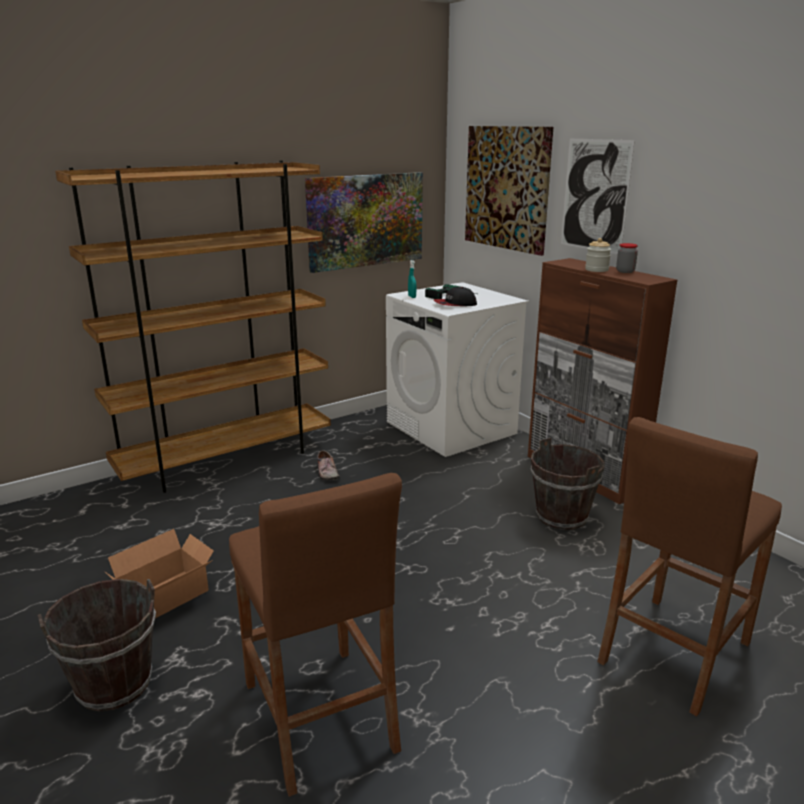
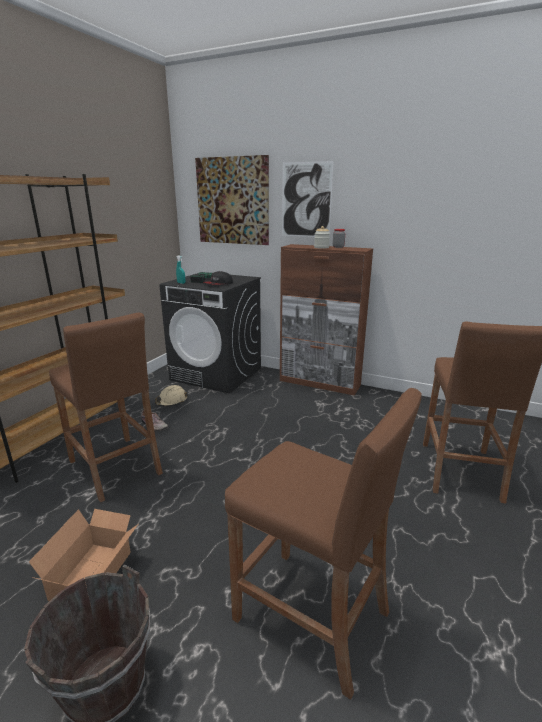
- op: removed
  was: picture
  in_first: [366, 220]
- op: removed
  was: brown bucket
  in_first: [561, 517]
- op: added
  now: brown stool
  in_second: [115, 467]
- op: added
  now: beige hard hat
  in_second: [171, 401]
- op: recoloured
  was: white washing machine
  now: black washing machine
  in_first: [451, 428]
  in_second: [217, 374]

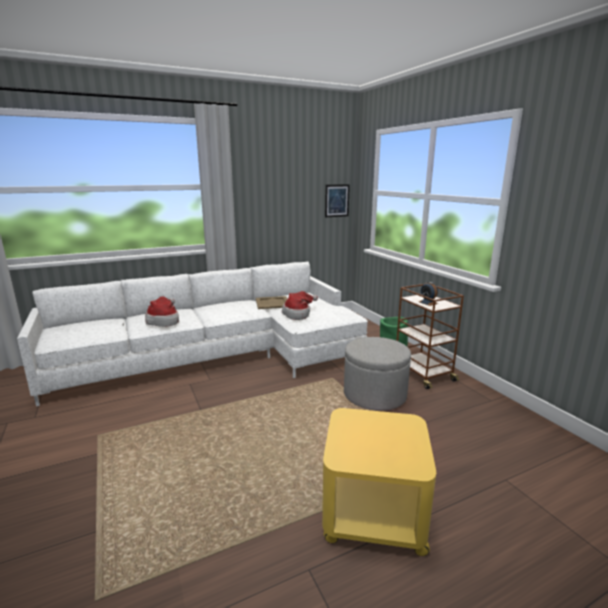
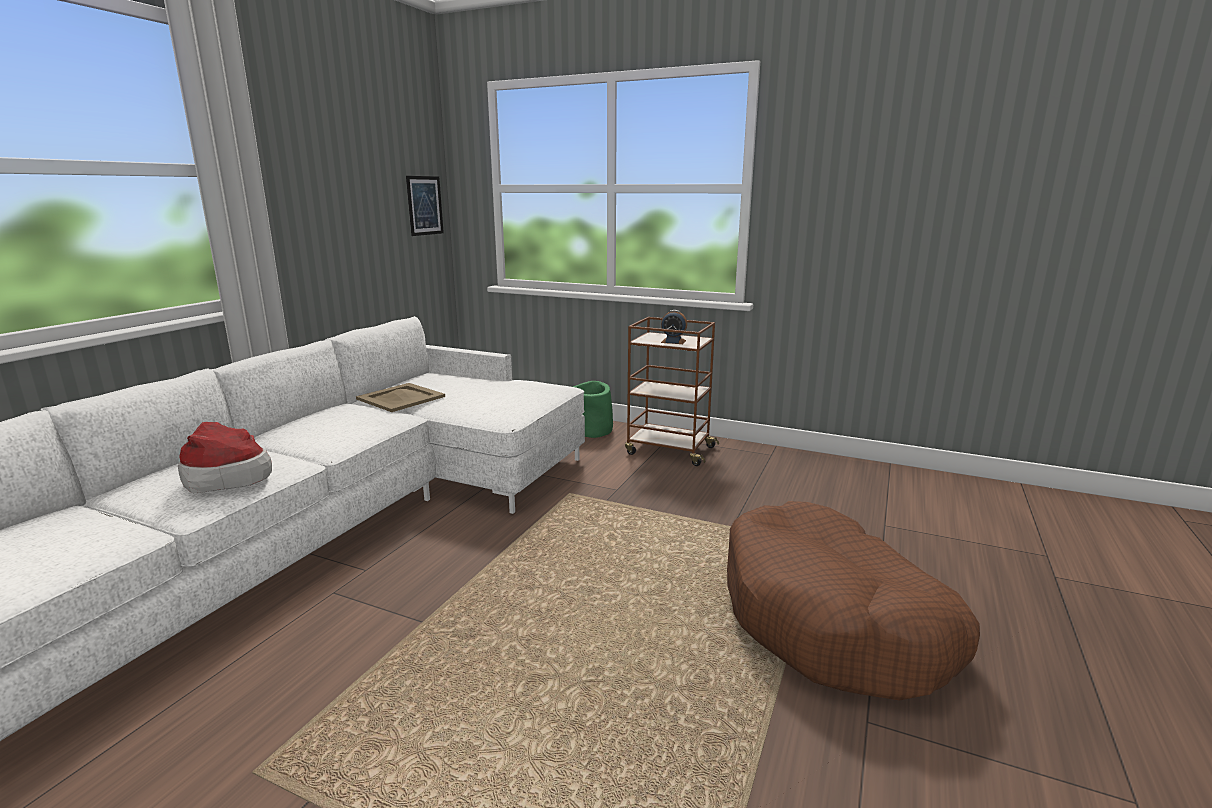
- op: removed
  was: hat
  in_first: [298, 314]
- op: removed
  was: grey ottoman
  in_first: [374, 395]
- op: replaced
  was: yellow side table
  now: brown dog bed
  in_first: [372, 511]
  in_second: [832, 620]

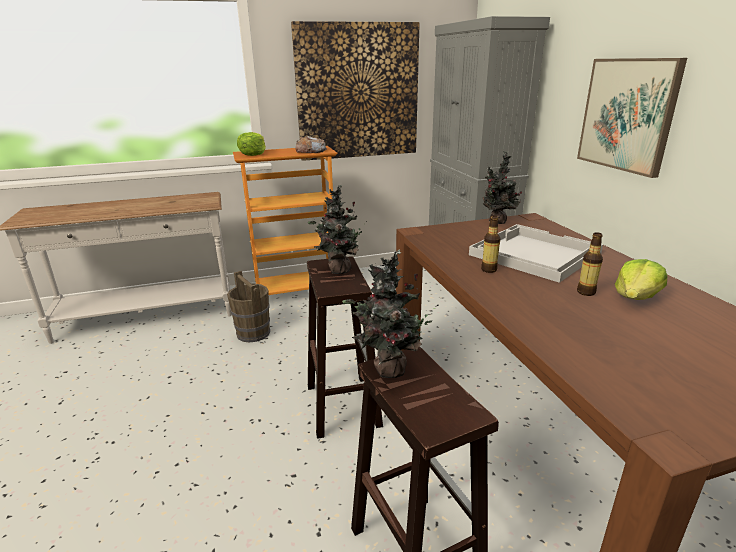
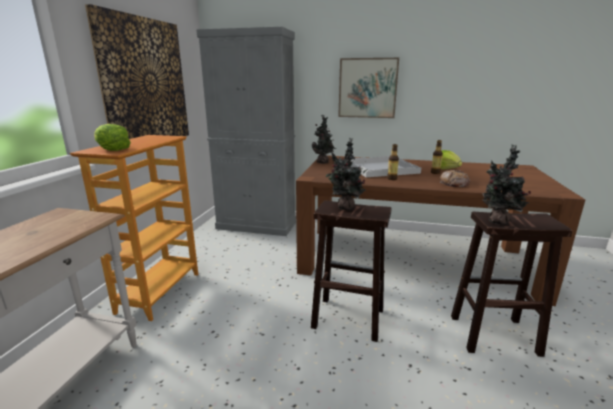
- op: removed
  was: brown bucket
  in_first: [253, 333]
- op: moved
  was: bread
  in_first: [311, 151]
  in_second: [454, 183]

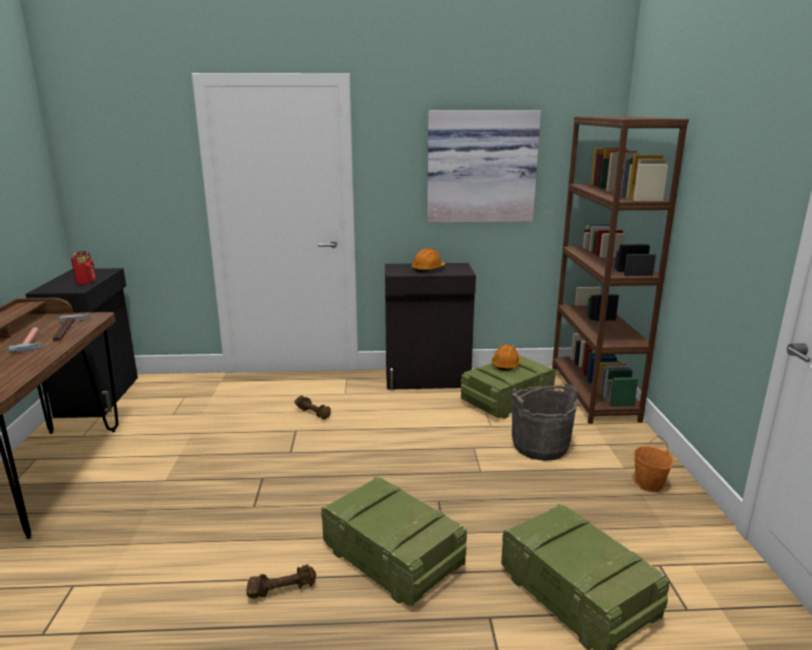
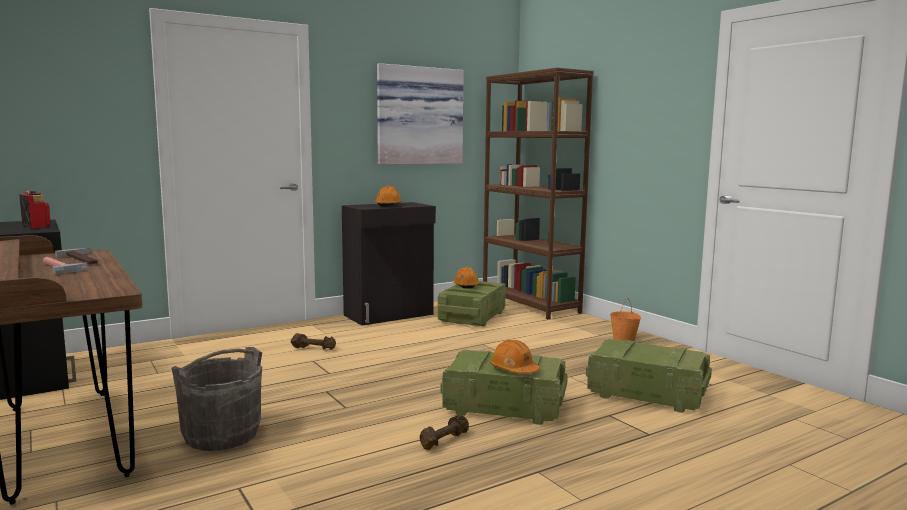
- op: added
  now: orange hard hat
  in_second: [514, 370]
- op: moved
  was: grey bucket
  in_first: [540, 446]
  in_second: [222, 435]

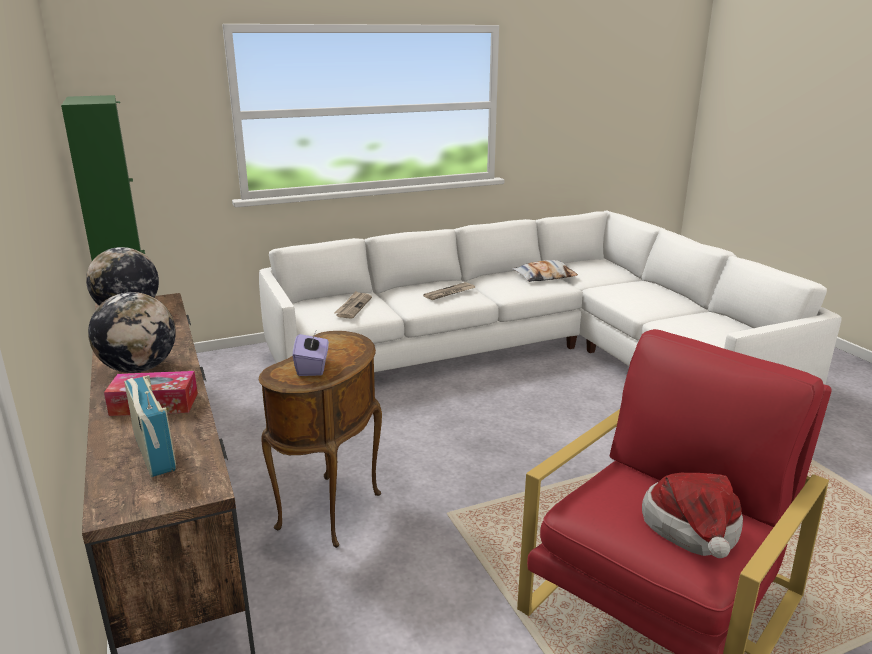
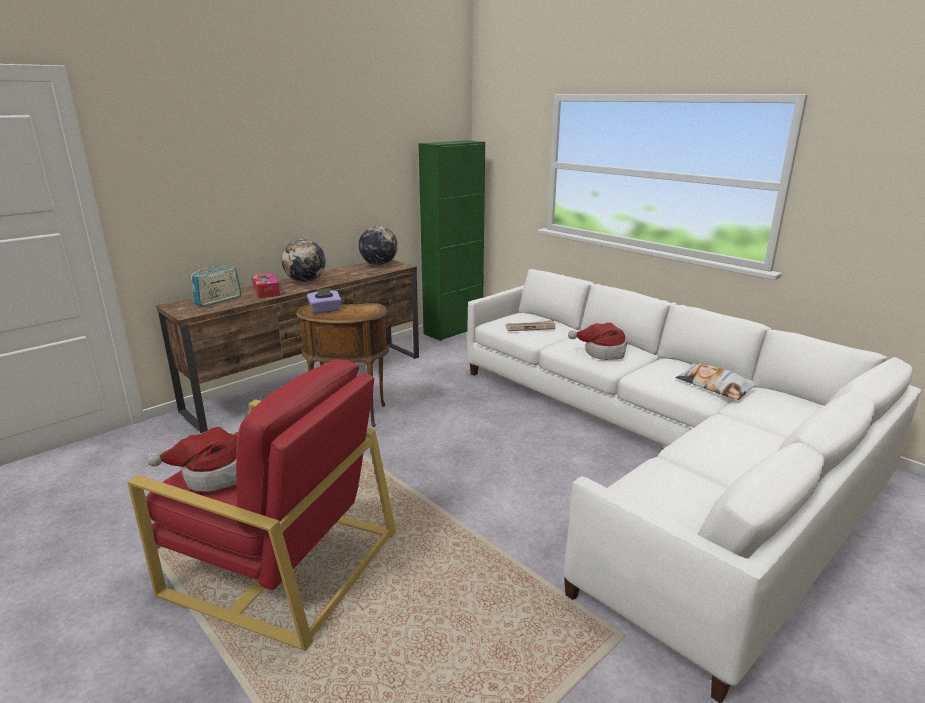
- op: replaced
  was: newspaper
  now: hat
  in_first: [449, 293]
  in_second: [602, 352]

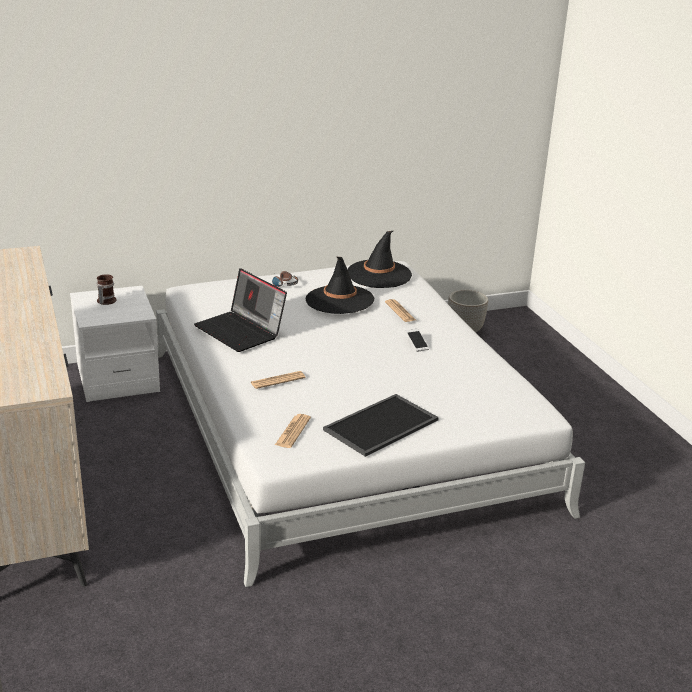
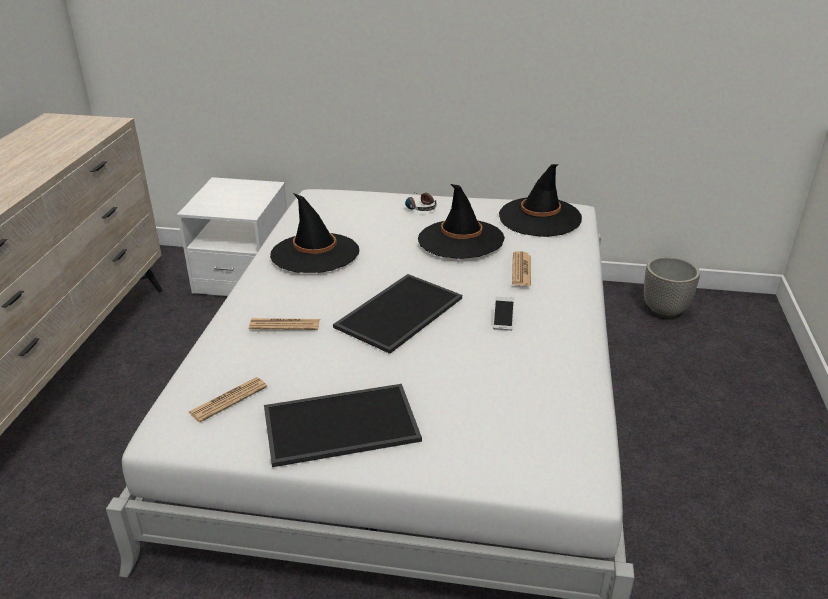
- op: removed
  was: mug
  in_first: [105, 301]
- op: added
  now: tray
  in_second: [398, 311]
- op: replaced
  was: laptop
  now: black hat
  in_first: [241, 331]
  in_second: [315, 253]

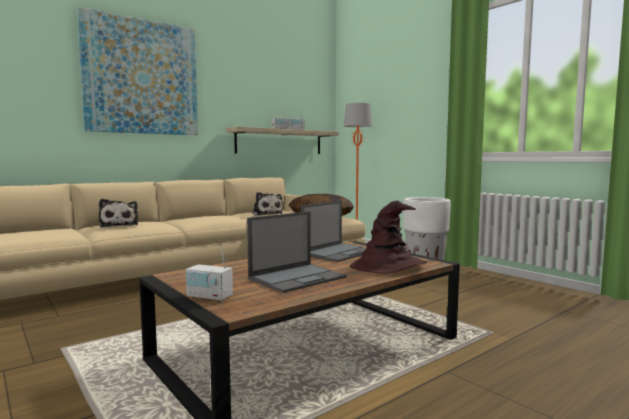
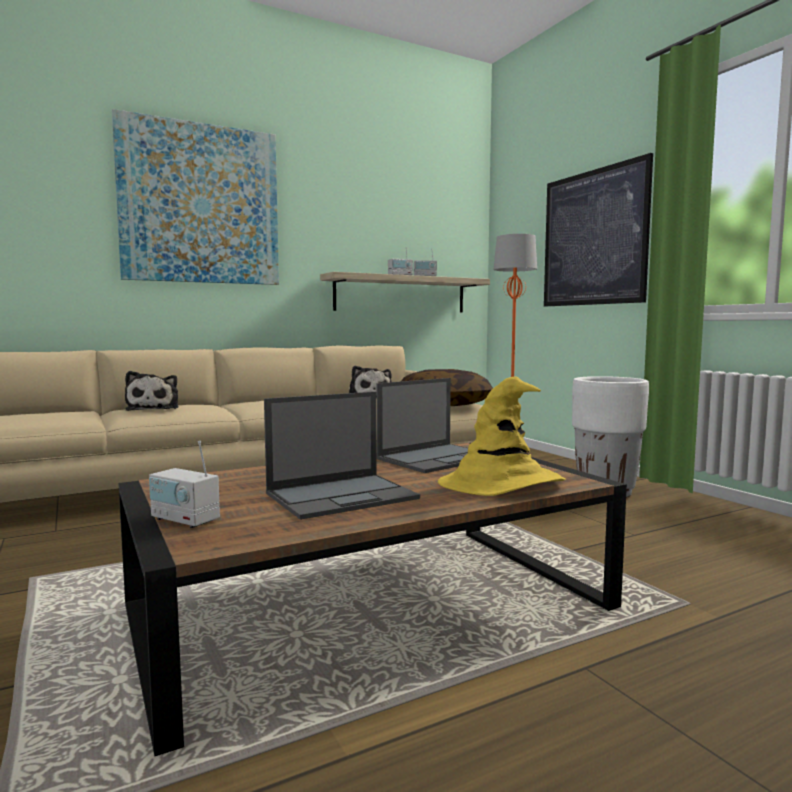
- op: added
  now: picture
  in_second: [593, 238]
- op: recoloured
  was: brown hat
  now: yellow hat
  in_first: [388, 266]
  in_second: [500, 483]

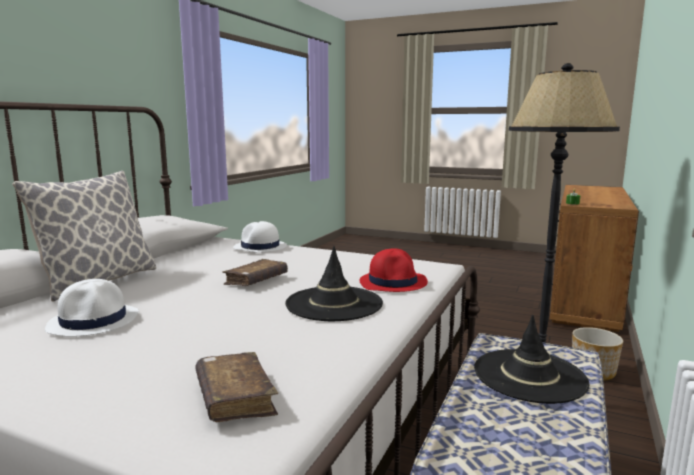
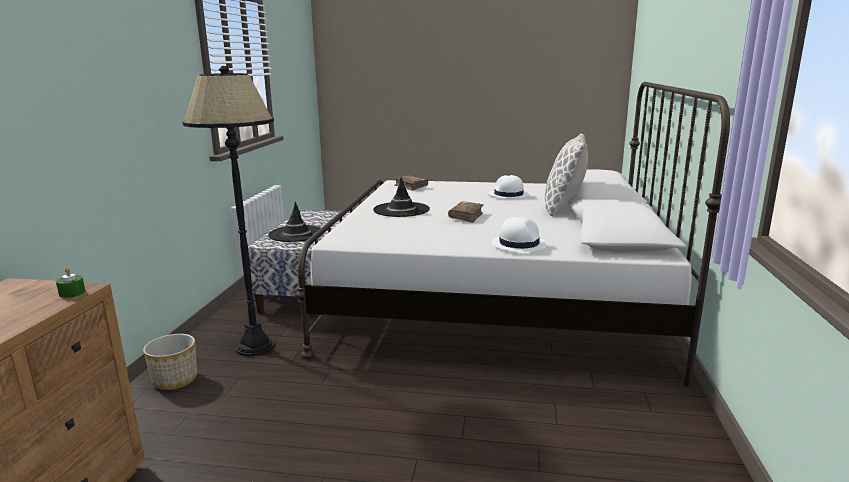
- op: removed
  was: red hat
  in_first: [393, 282]

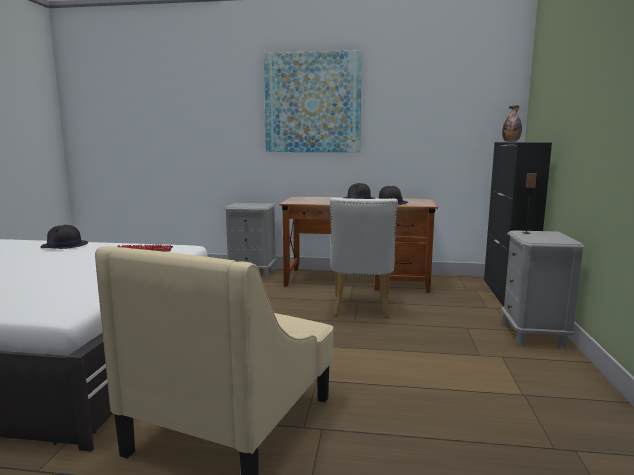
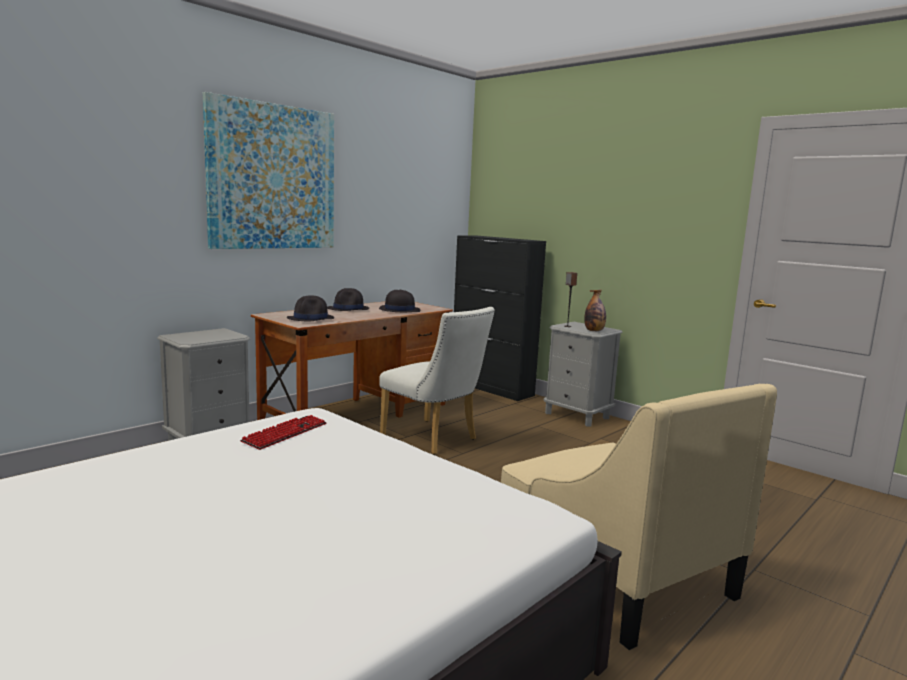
- op: moved
  was: black hat
  in_first: [64, 246]
  in_second: [311, 318]
- op: moved
  was: bottle
  in_first: [511, 142]
  in_second: [594, 331]

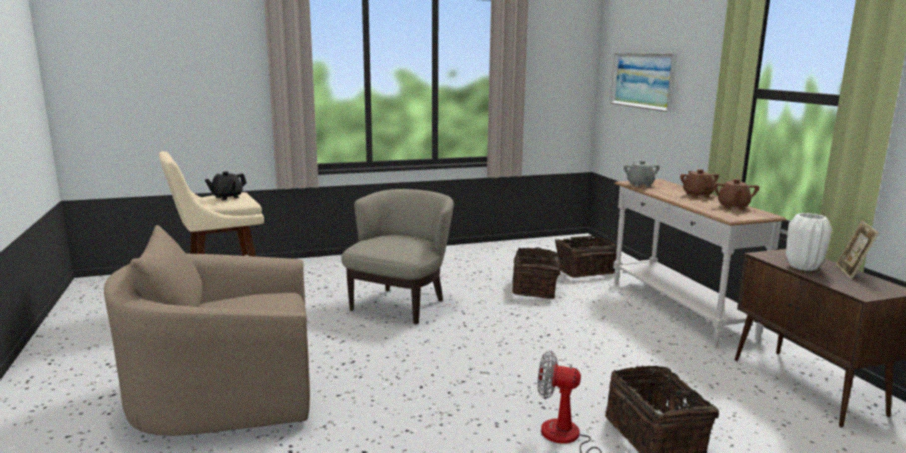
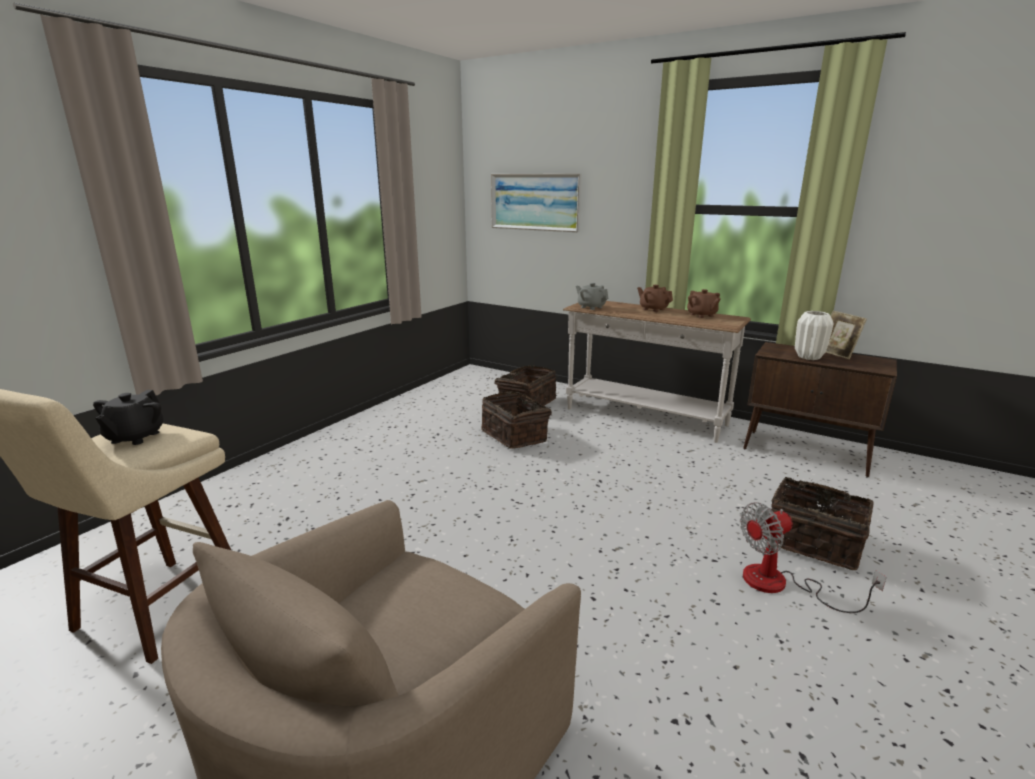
- op: removed
  was: beige armchair
  in_first: [400, 304]

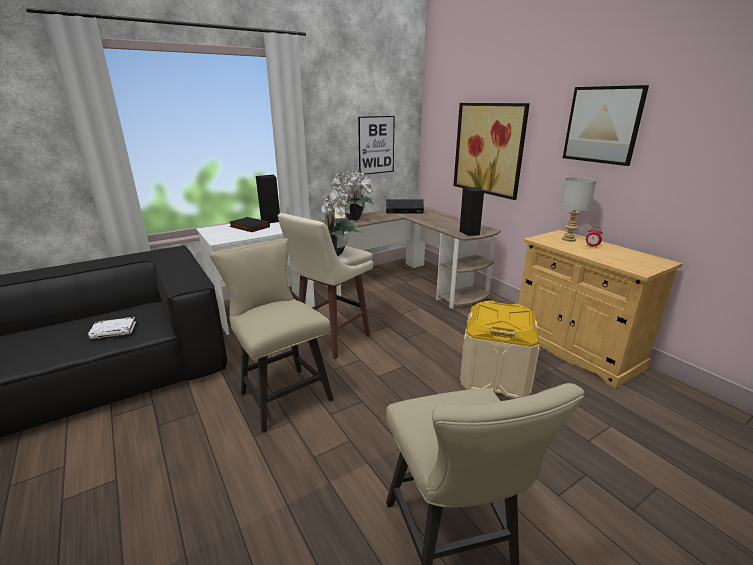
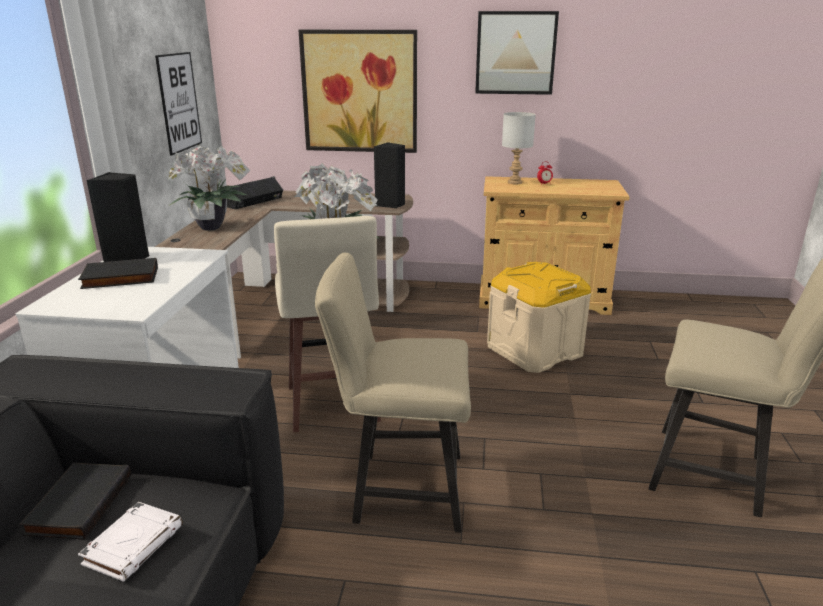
- op: added
  now: black book
  in_second: [78, 504]

